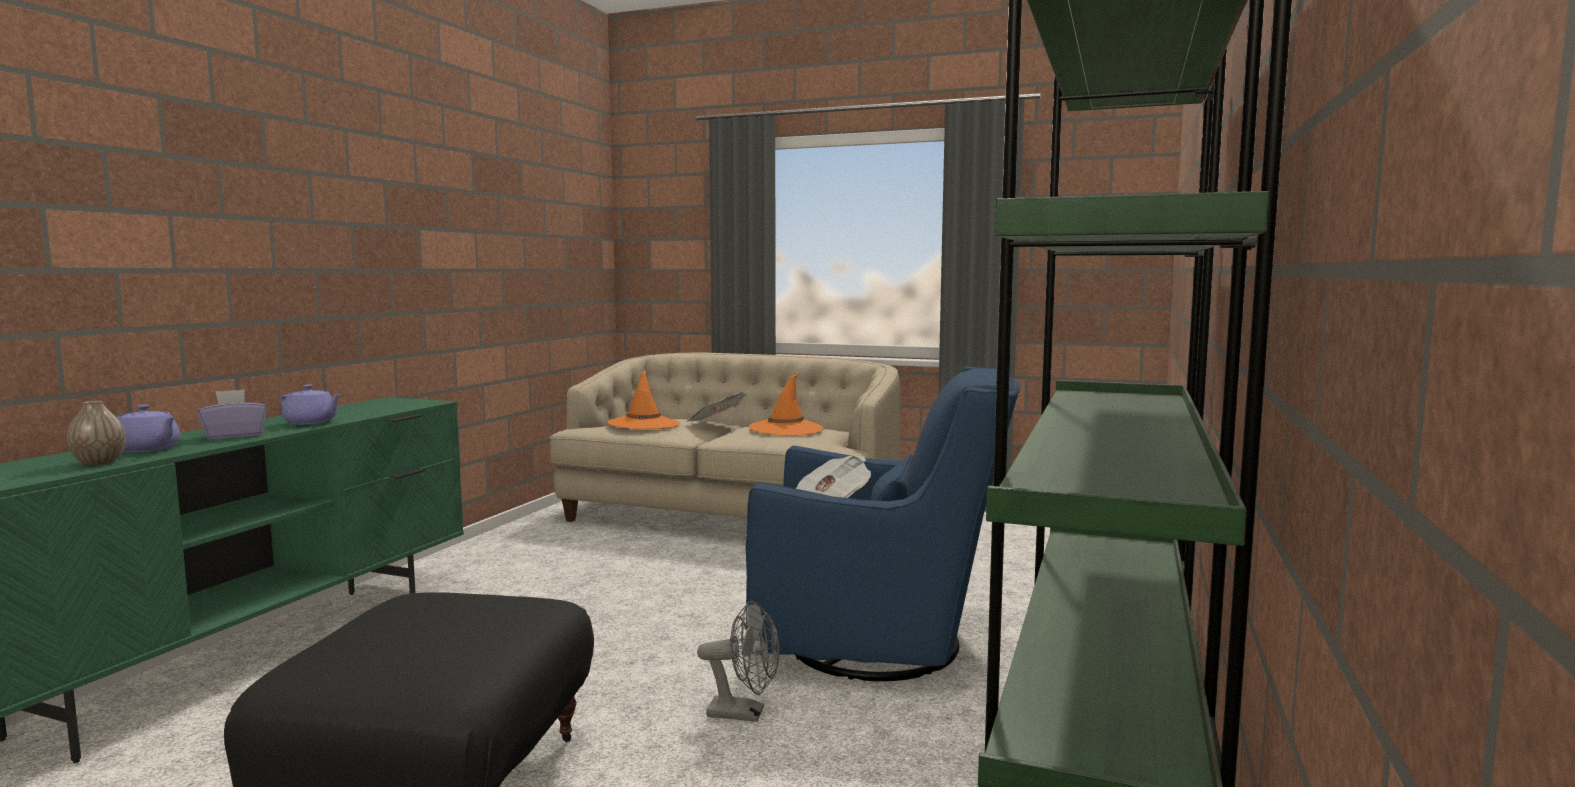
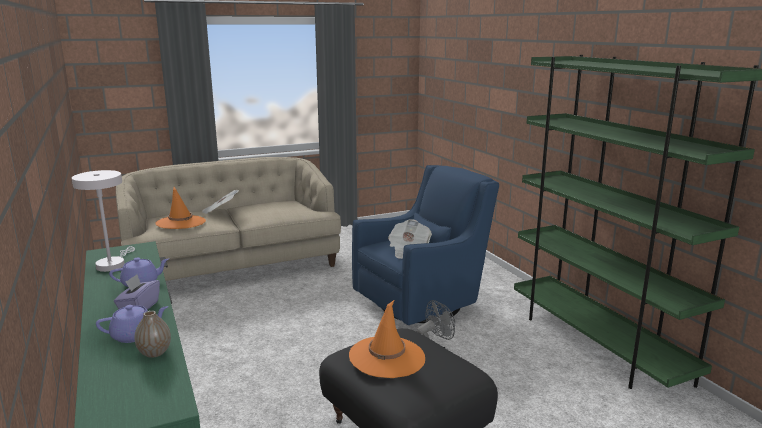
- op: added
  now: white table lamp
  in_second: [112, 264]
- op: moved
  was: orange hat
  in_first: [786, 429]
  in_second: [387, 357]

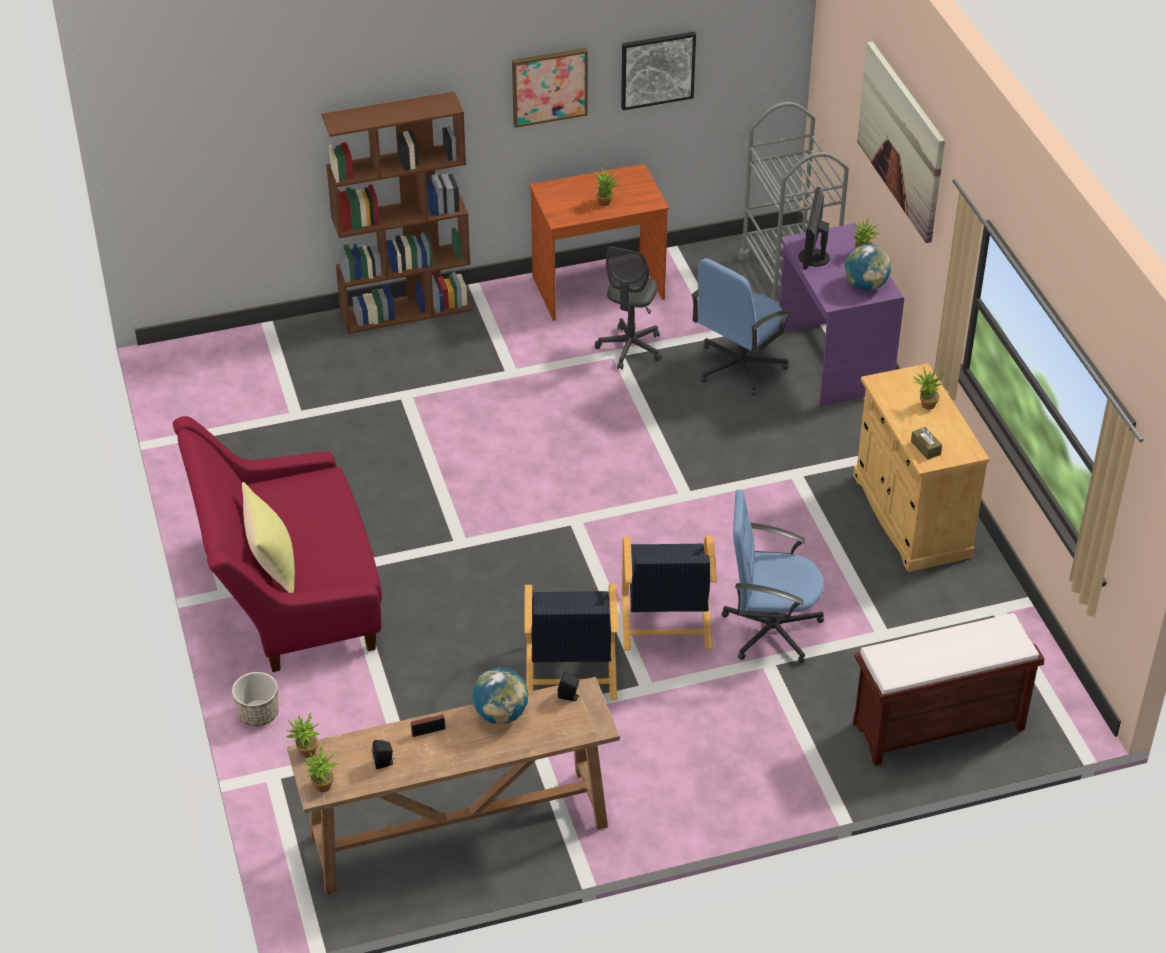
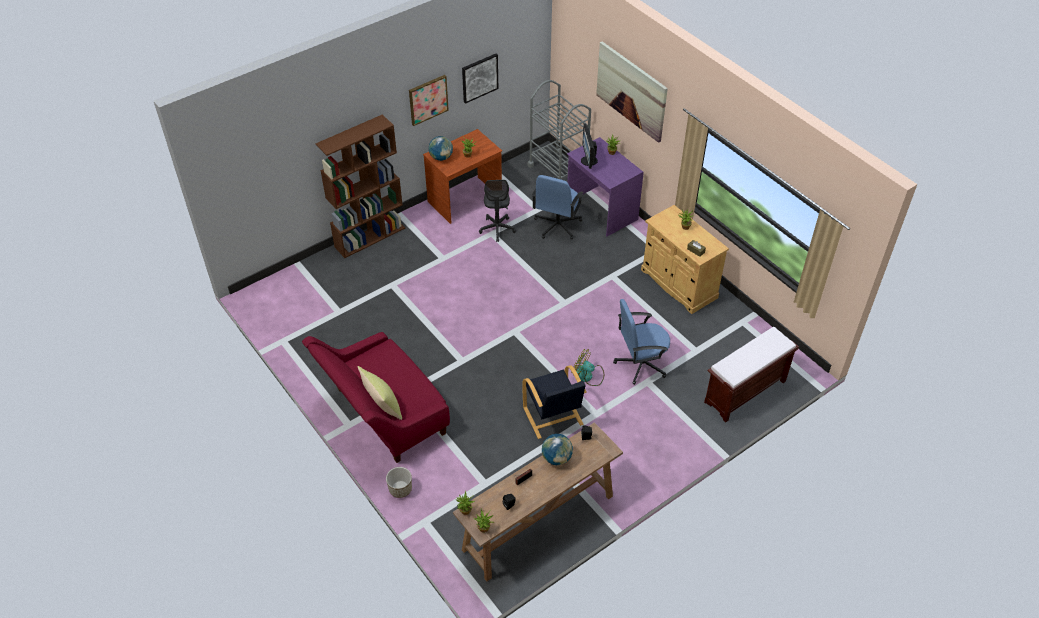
- op: moved
  was: globe
  in_first: [866, 285]
  in_second: [441, 157]
- op: replaced
  was: black armchair
  now: fan
  in_first: [666, 624]
  in_second: [588, 376]

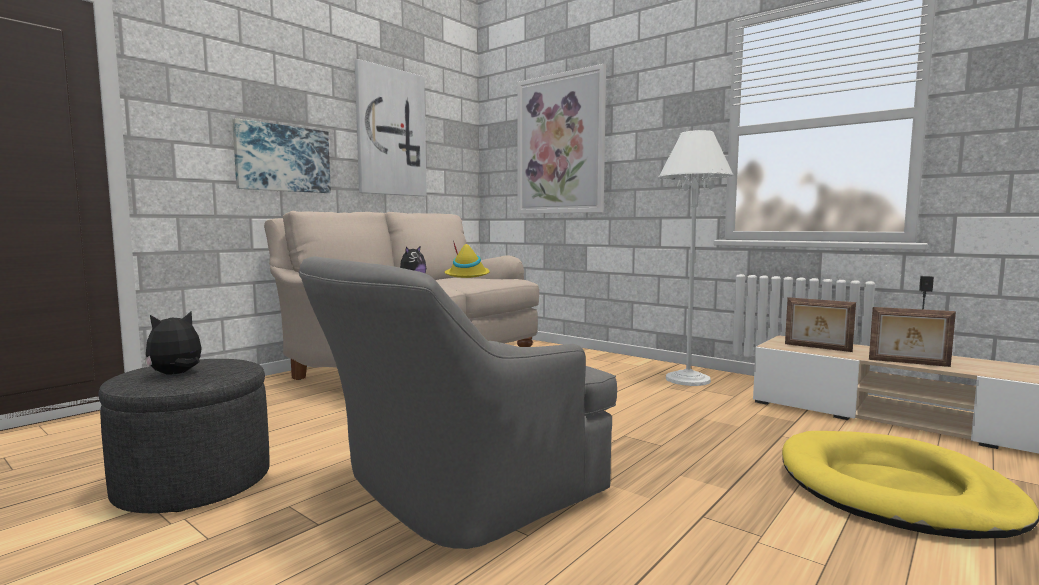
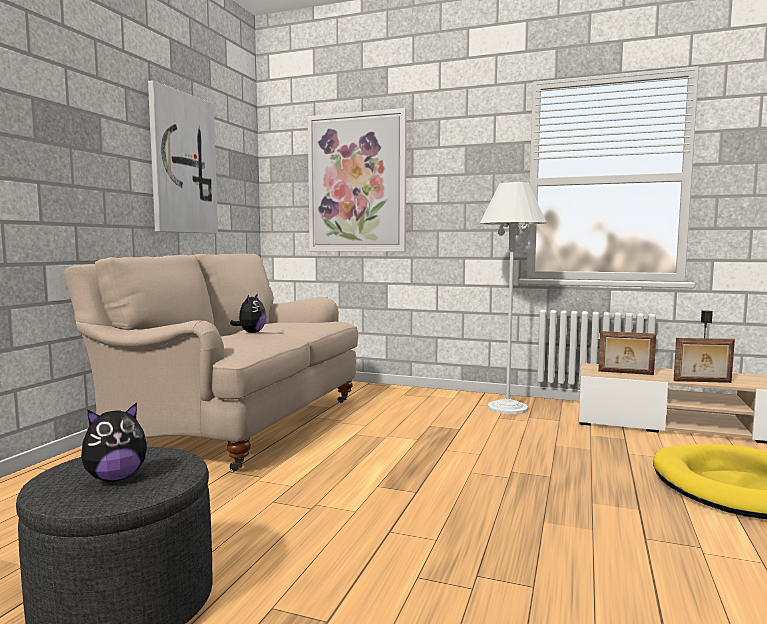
- op: removed
  was: picture
  in_first: [283, 158]
- op: removed
  was: grey armchair
  in_first: [453, 490]
- op: removed
  was: yellow hat
  in_first: [467, 275]
- op: turned
  was: plush toy
  in_first: [176, 374]
  in_second: [116, 478]
  clockwise: -150

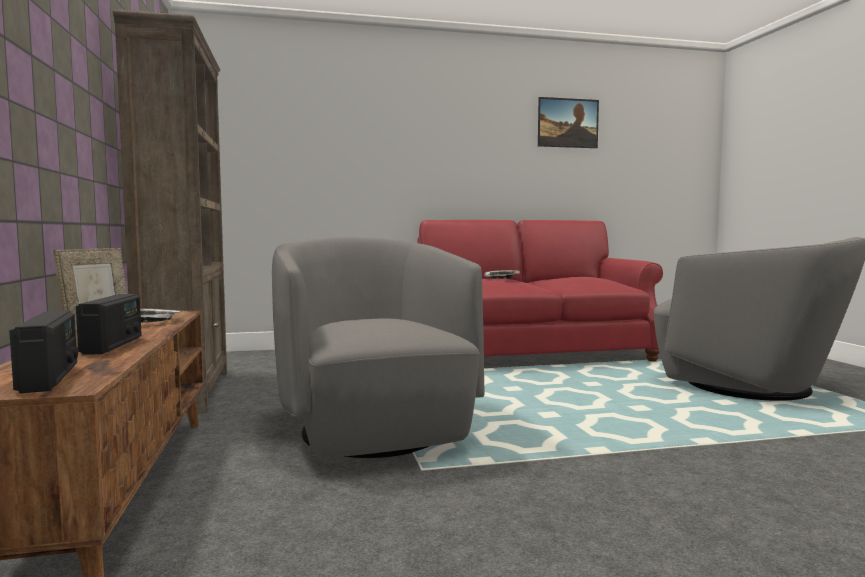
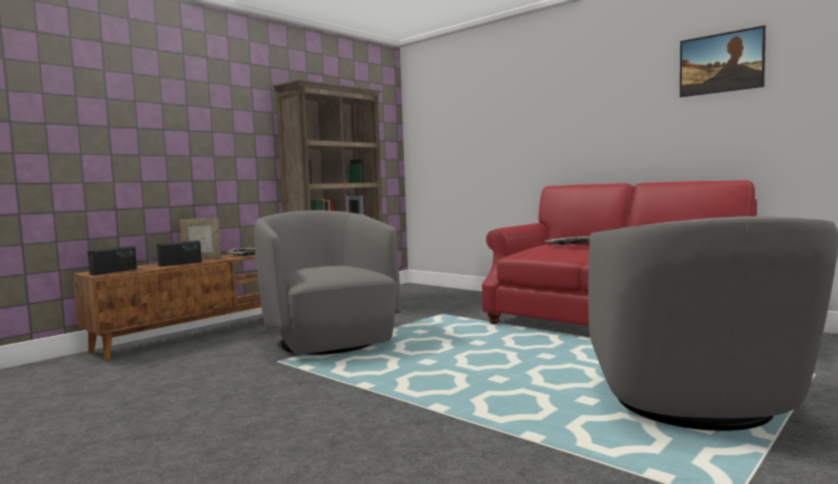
- op: turned
  was: grey armchair
  in_first: [374, 430]
  in_second: [329, 341]
  clockwise: -60

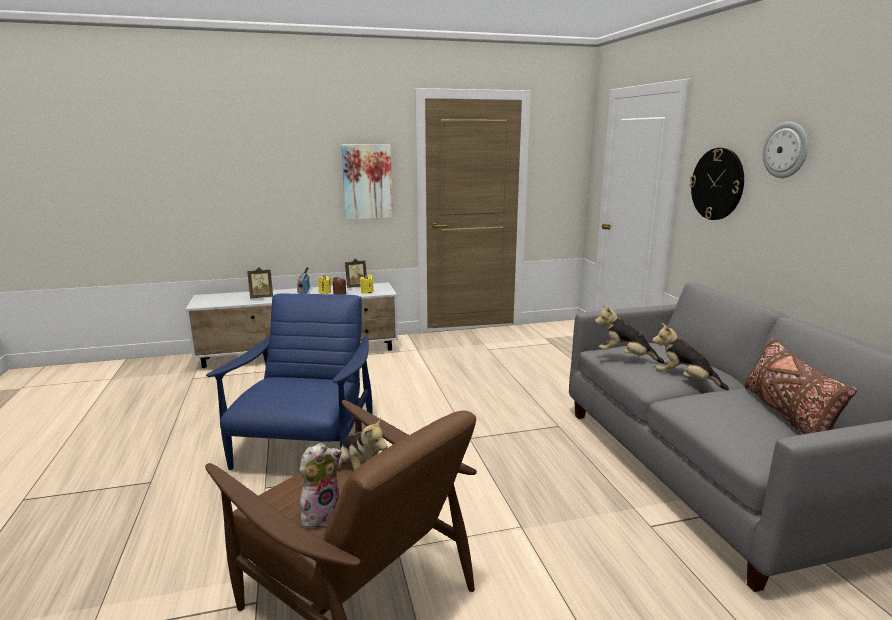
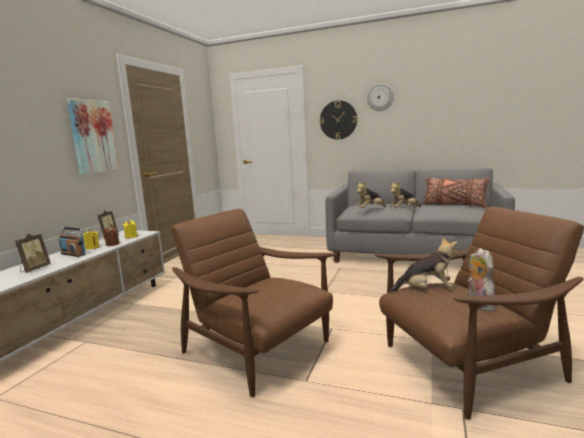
- op: recoloured
  was: blue armchair
  now: brown armchair
  in_first: [306, 444]
  in_second: [258, 349]

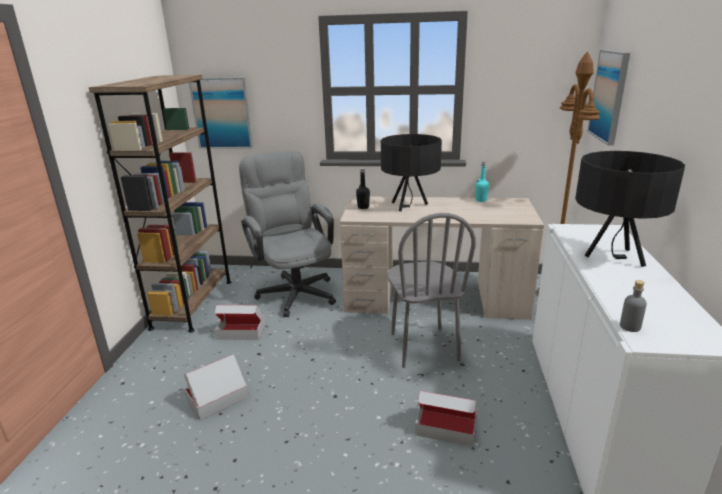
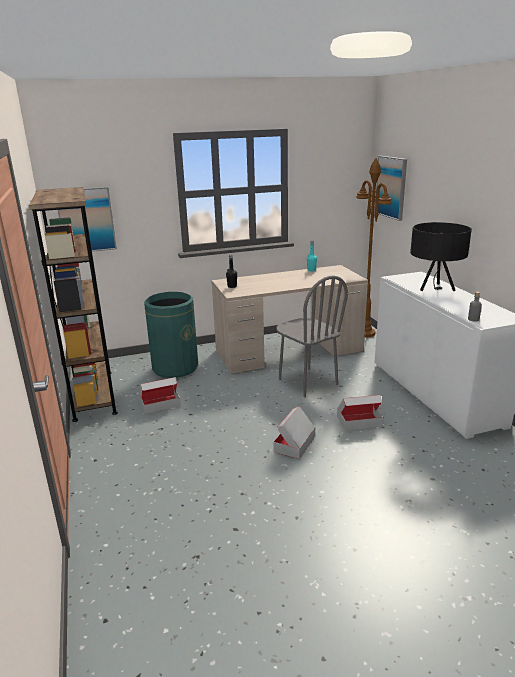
- op: removed
  was: black table lamp
  in_first: [410, 206]
- op: moved
  was: cardboard box
  in_first: [218, 399]
  in_second: [294, 444]
- op: replaced
  was: grey office chair
  now: green trash can
  in_first: [294, 290]
  in_second: [175, 367]

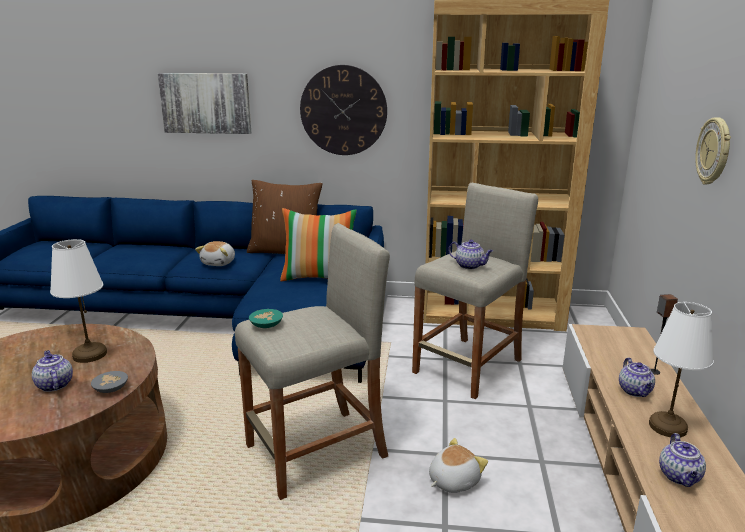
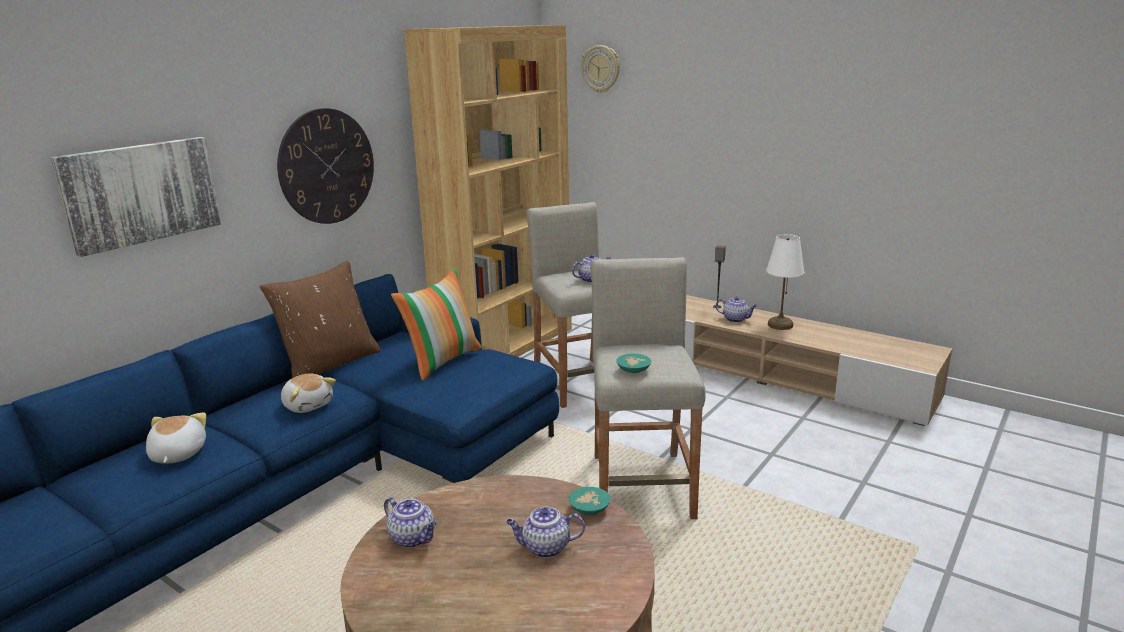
- op: removed
  was: white table lamp
  in_first: [90, 355]
- op: moved
  was: plush toy
  in_first: [452, 480]
  in_second: [177, 454]
- op: moved
  was: teapot
  in_first: [680, 477]
  in_second: [413, 538]
- op: moved
  was: wall clock
  in_first: [714, 151]
  in_second: [601, 69]
- op: recoloured
  was: grey bowl
  now: turquoise bowl
  in_first: [110, 388]
  in_second: [588, 509]

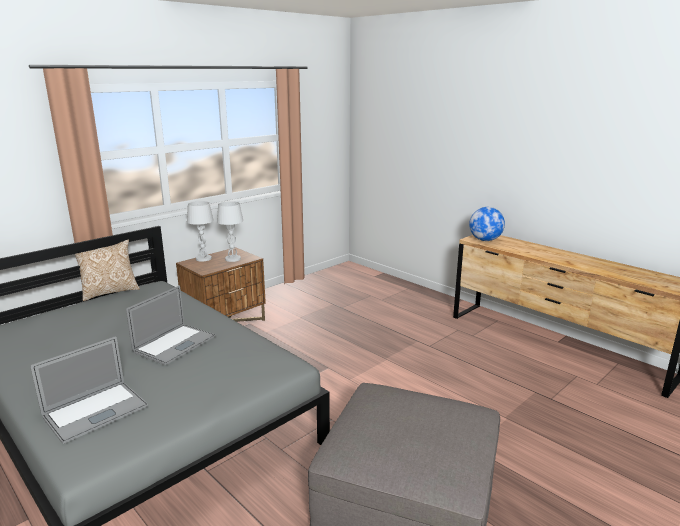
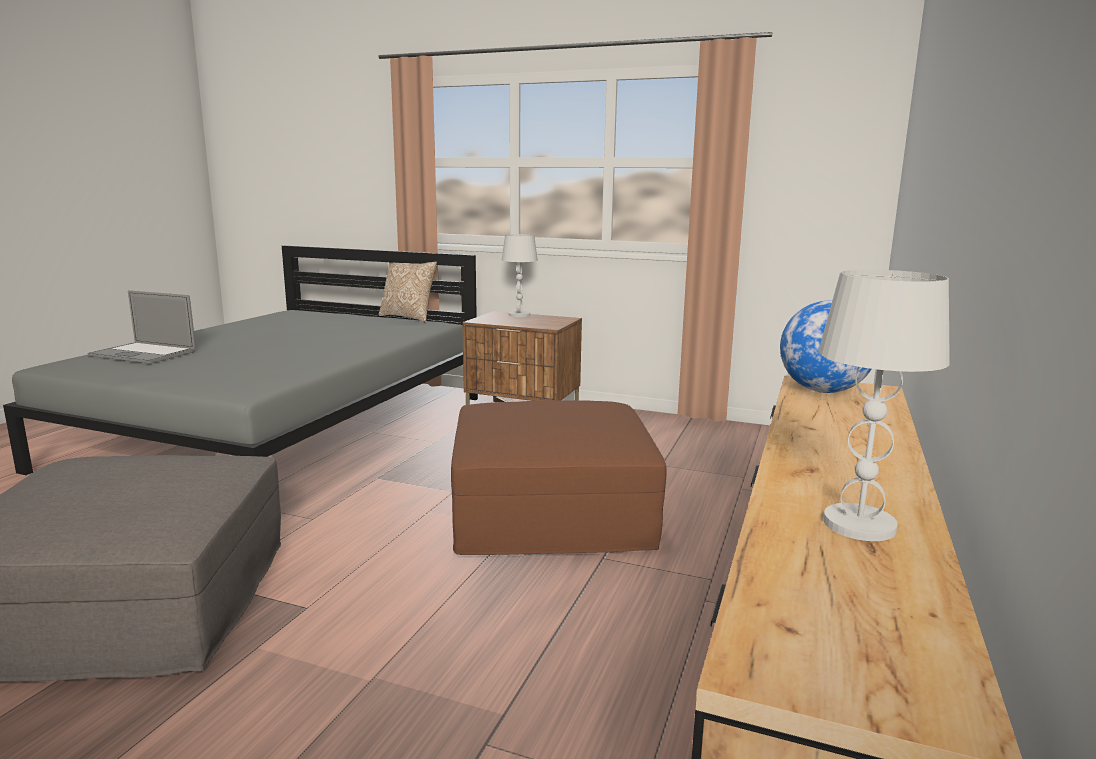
- op: removed
  was: laptop
  in_first: [175, 344]
- op: added
  now: brown ottoman
  in_second: [552, 511]
- op: moved
  was: white table lamp
  in_first: [233, 259]
  in_second: [859, 525]

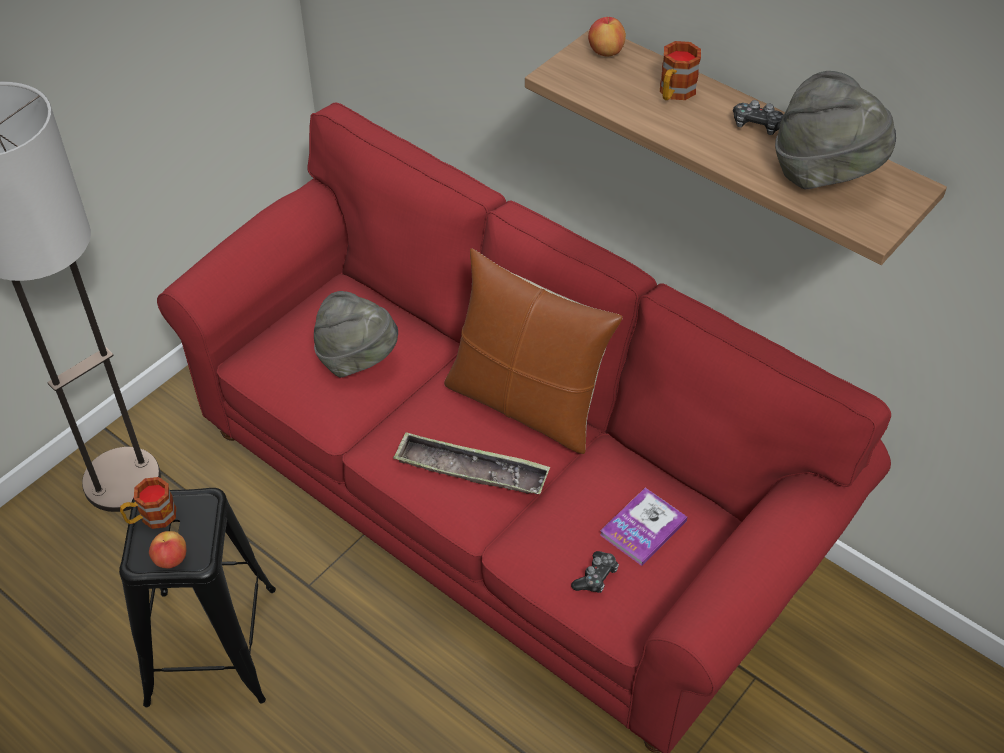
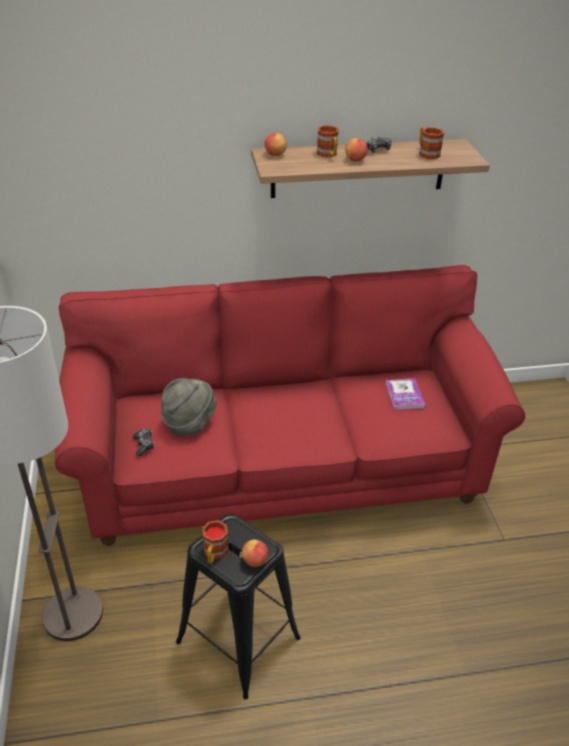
- op: removed
  was: tray
  in_first: [471, 470]
- op: removed
  was: brown pillow
  in_first: [525, 403]
- op: added
  now: apple
  in_second: [355, 160]
- op: moved
  was: game controller
  in_first: [596, 577]
  in_second: [144, 445]
- op: replaced
  was: grey hat
  now: mug
  in_first: [824, 174]
  in_second: [427, 153]

